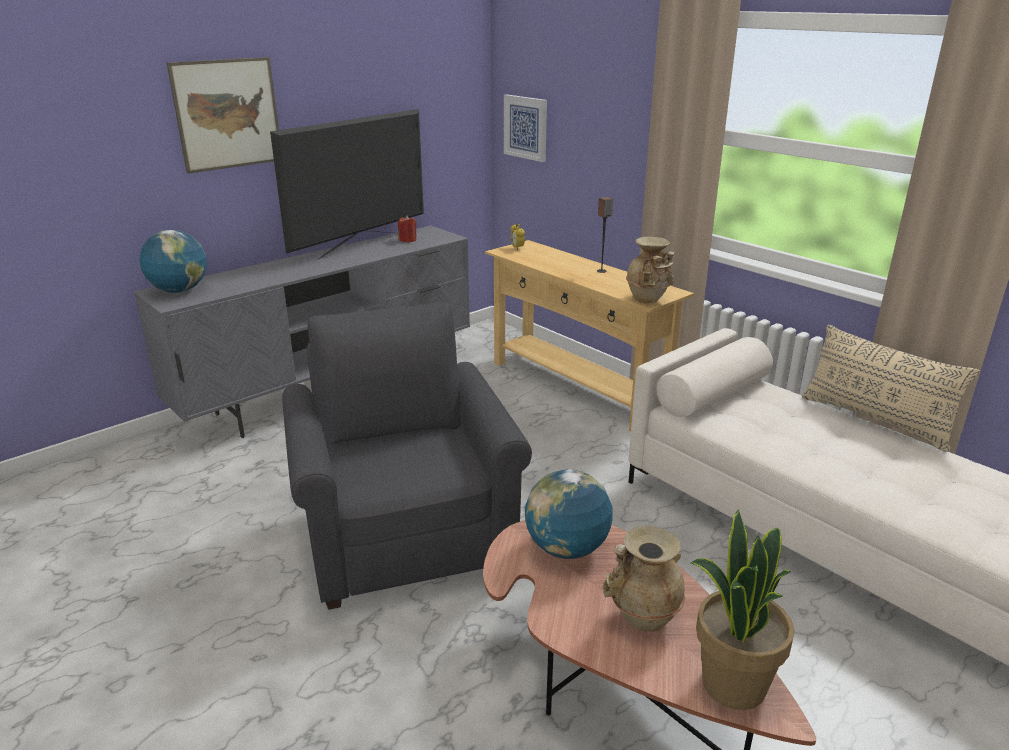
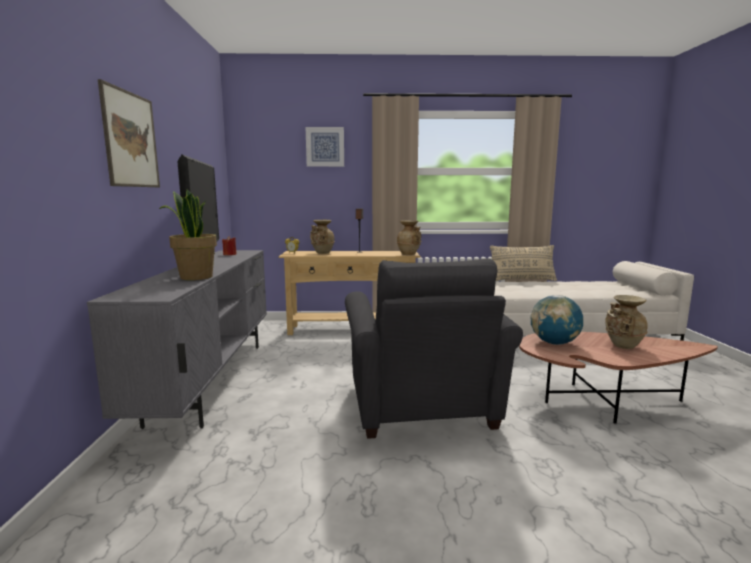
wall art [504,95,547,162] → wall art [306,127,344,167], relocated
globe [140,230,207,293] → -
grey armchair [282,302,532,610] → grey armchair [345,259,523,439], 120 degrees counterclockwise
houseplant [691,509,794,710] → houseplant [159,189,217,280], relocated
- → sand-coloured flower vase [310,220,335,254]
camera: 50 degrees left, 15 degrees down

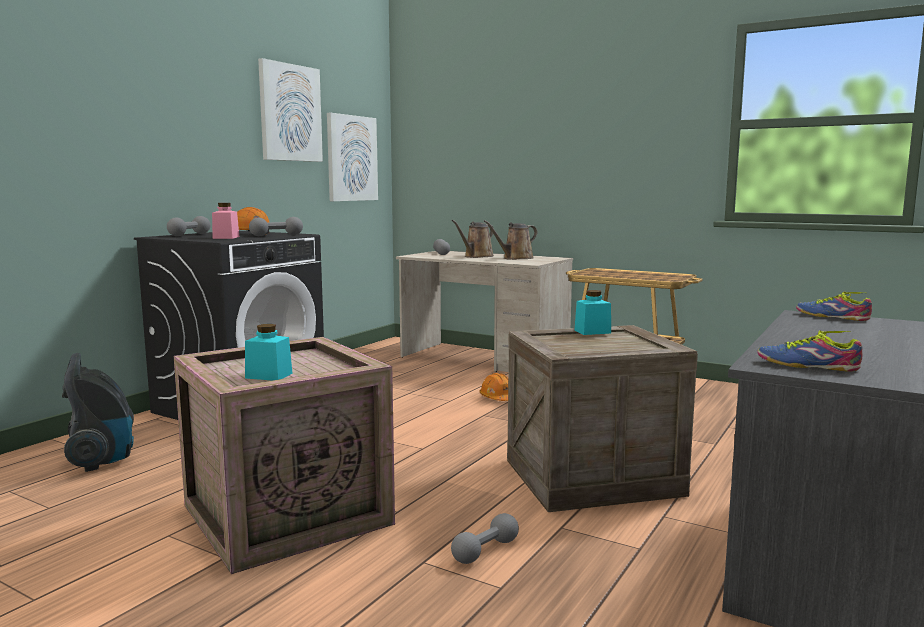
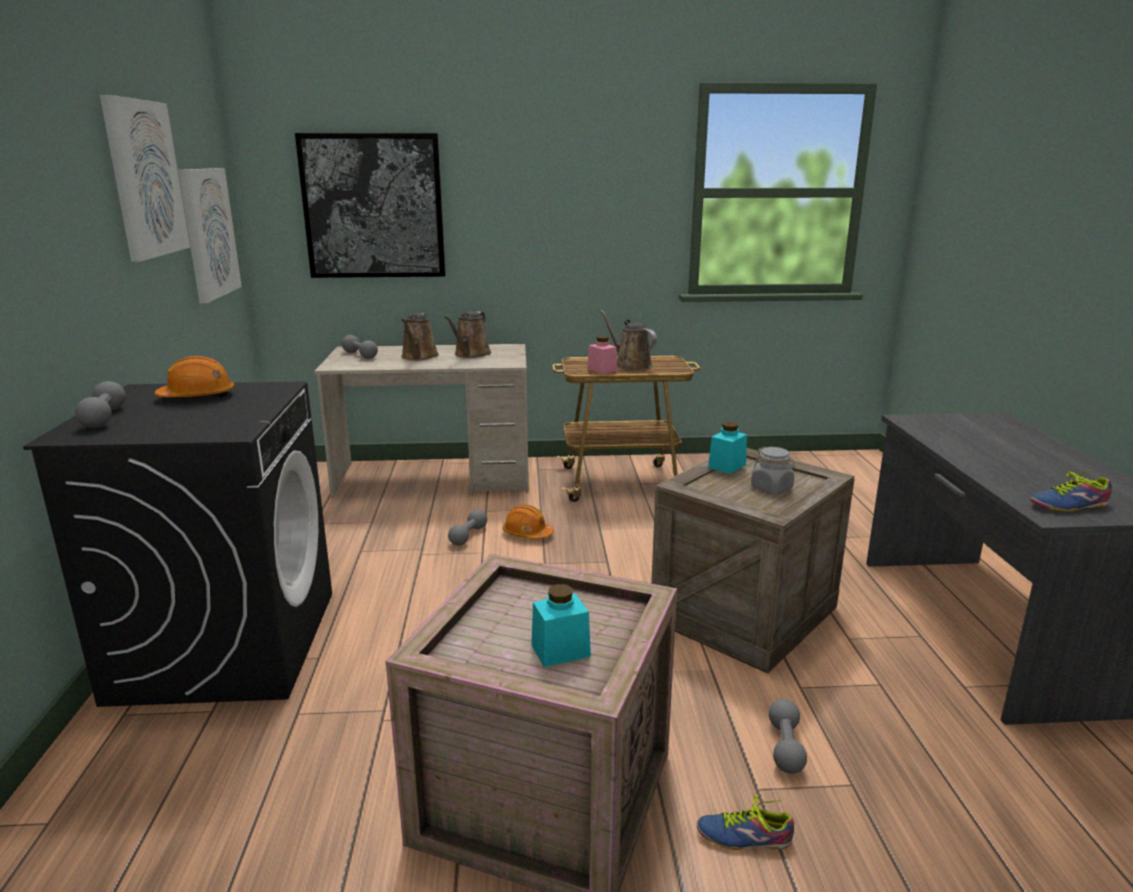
pink-coloured preserve jar [212,203,239,239] → pink-coloured preserve jar [587,336,617,374], relocated
grey hand weight [249,217,303,236] → grey hand weight [448,509,487,546], relocated
low shoe [796,292,872,321] → low shoe [697,794,794,850], relocated
hoover [62,353,134,472] → -
- → wall art [295,133,446,278]
- → brownish watering can [600,310,657,370]
- → grey preserve jar [751,447,795,494]
camera: 35 degrees left, 10 degrees up

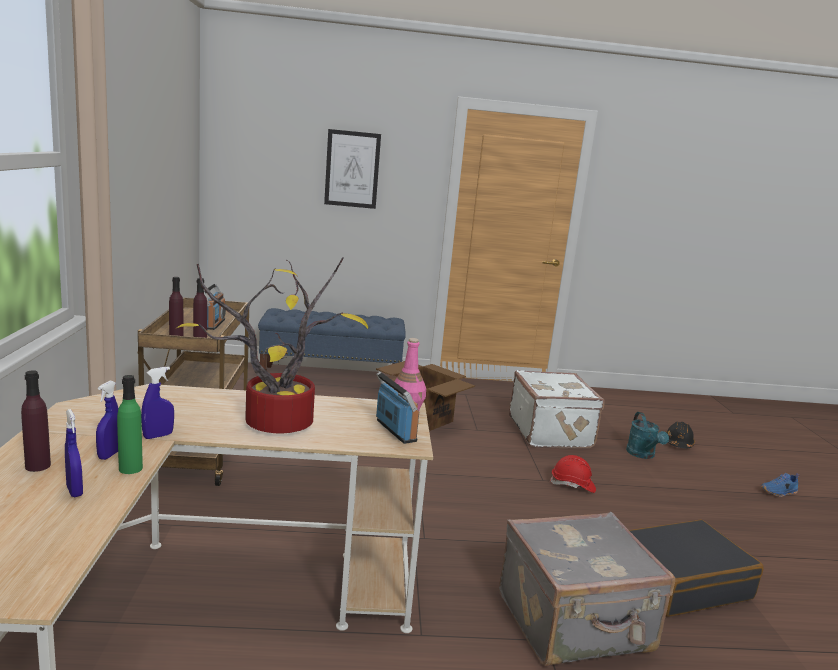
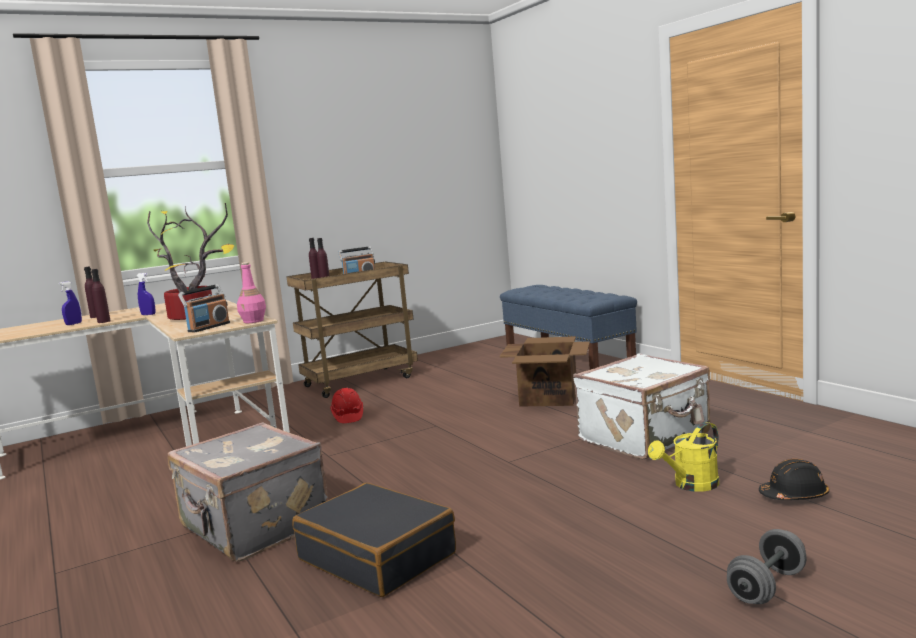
wall art [324,129,381,209] → -
green drink bottle [117,375,143,474] → purple-coloured drink bottle [91,269,110,323]
blue-coloured hand sprayer [96,381,118,460] → -
blue-green watering can [626,412,669,459] → yellow watering can [648,422,719,492]
red hard hat [549,455,596,493] → red hard hat [330,388,363,423], relocated
blue-coloured low shoe [761,473,800,497] → grey hand weight [727,529,807,604]
camera: 65 degrees right, 5 degrees down

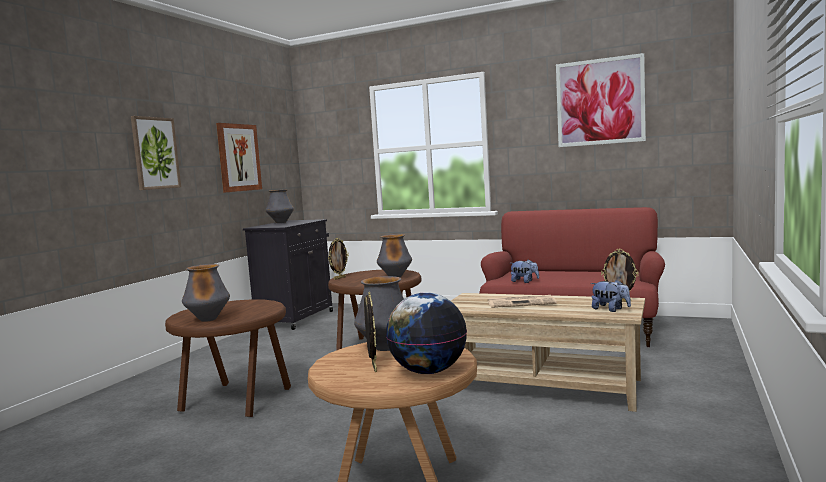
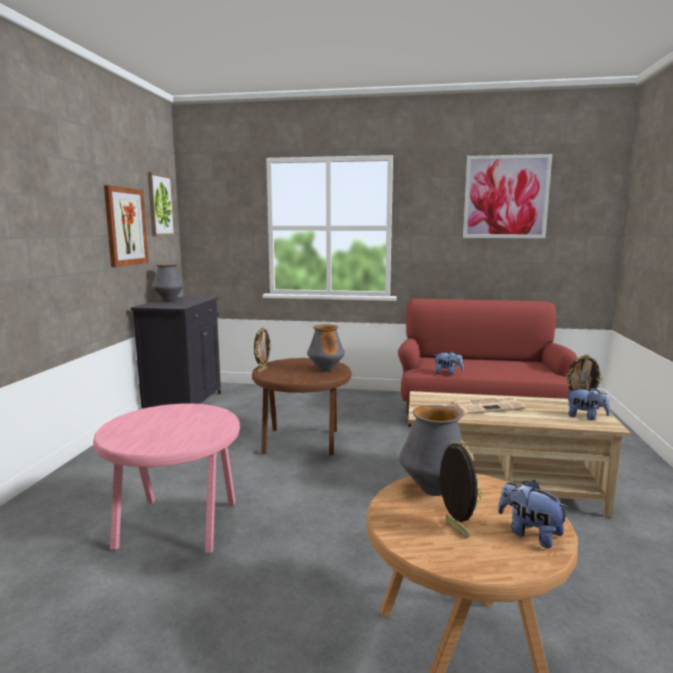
wall art [131,116,181,190] → wall art [148,172,176,236], relocated
flower vase [182,264,230,322] → -
globe [386,292,467,374] → plush toy [498,480,570,548]
brownish end table [165,299,291,417] → pink-coloured end table [93,403,240,553]
camera: 15 degrees left, 5 degrees up

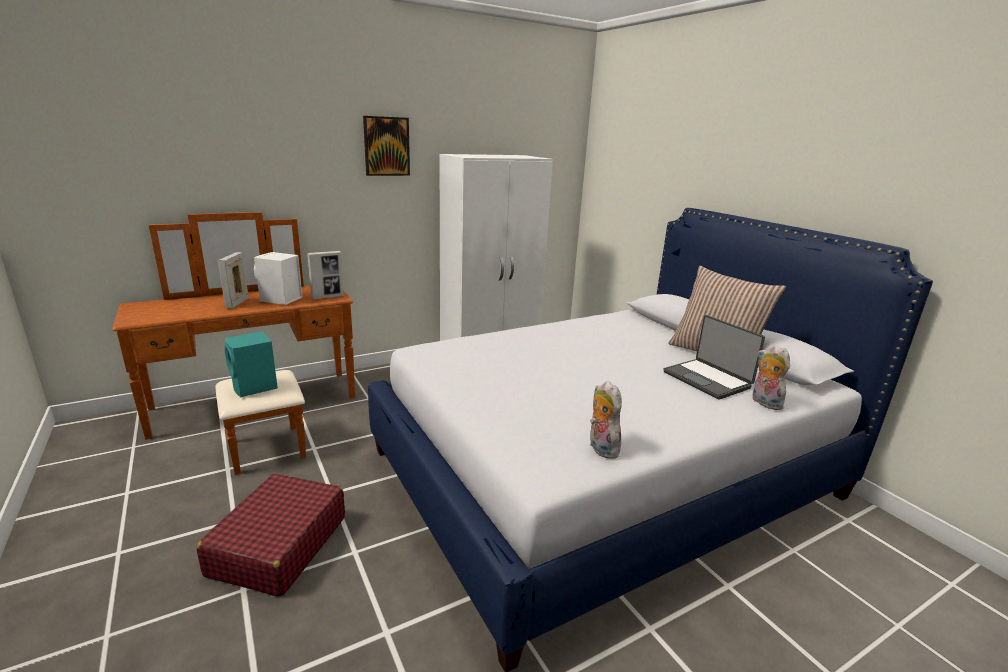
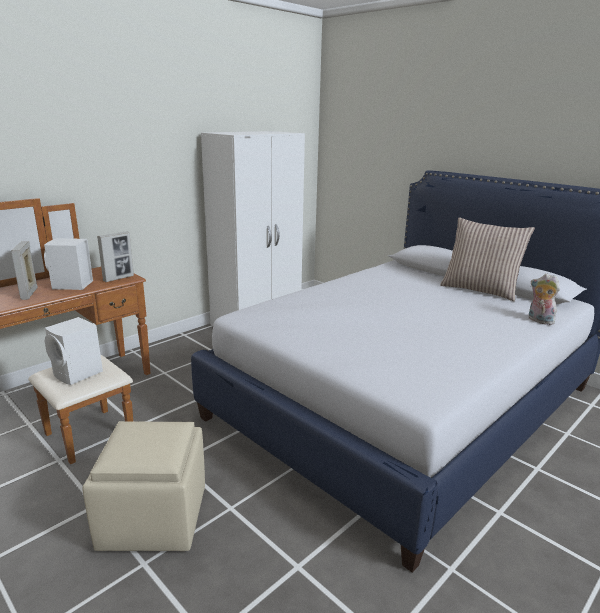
wall art [363,116,410,176] → -
notebook computer [664,315,765,400] → -
blue-green speaker [224,331,278,397] → white speaker [45,317,103,385]
plush toy [590,381,622,459] → -
red travel case [197,473,345,597] → sand-coloured ottoman [82,421,205,551]
camera: 15 degrees left, 0 degrees up

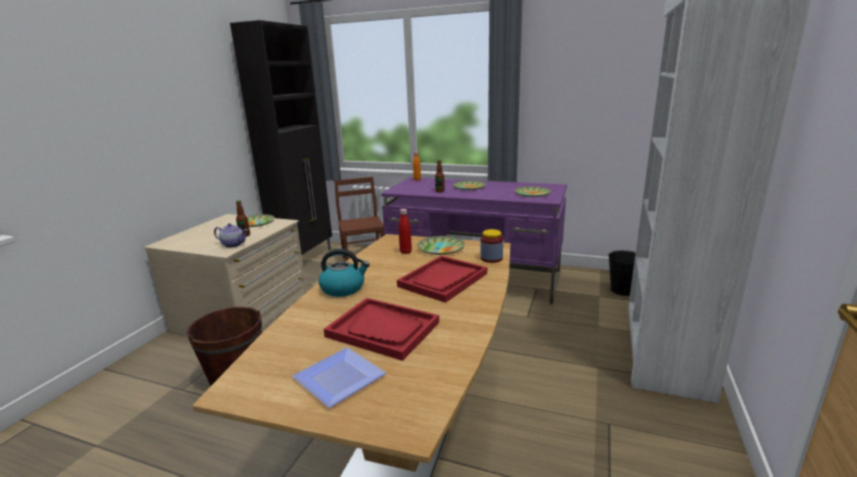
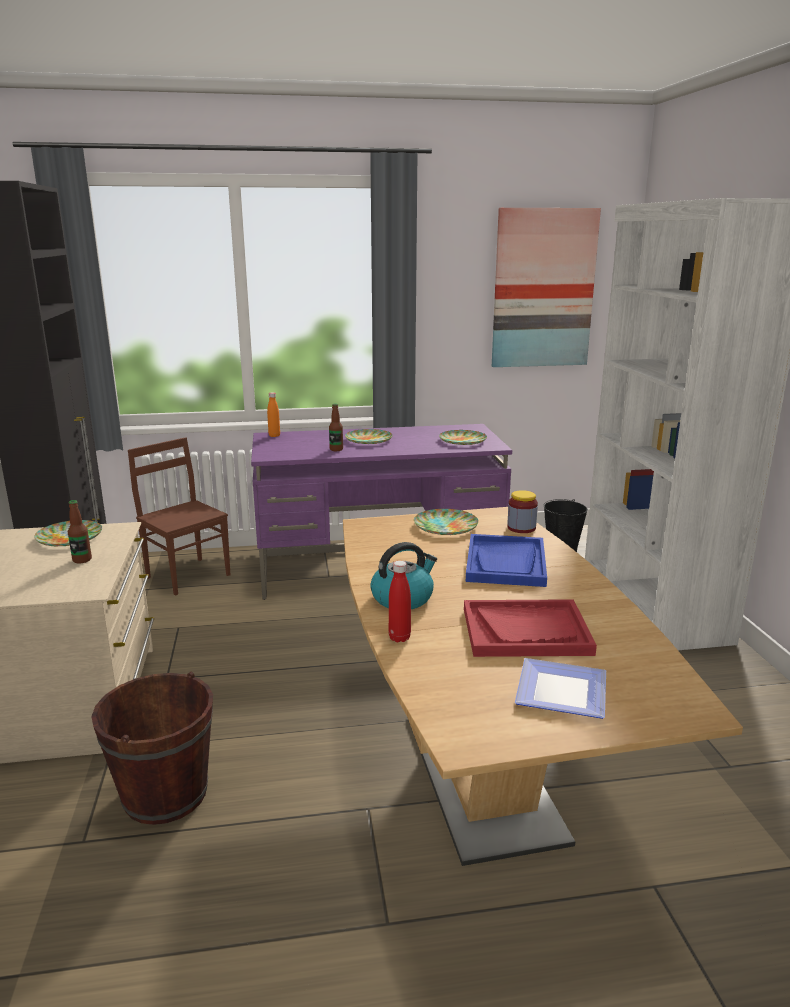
red drink bottle [399,209,412,254] → red drink bottle [389,561,411,642], relocated
pot for tea [214,223,247,248] → -
red tray [397,256,487,303] → blue-coloured tray [466,534,547,587]
- → wall art [492,208,601,367]
camera: 30 degrees left, 0 degrees up

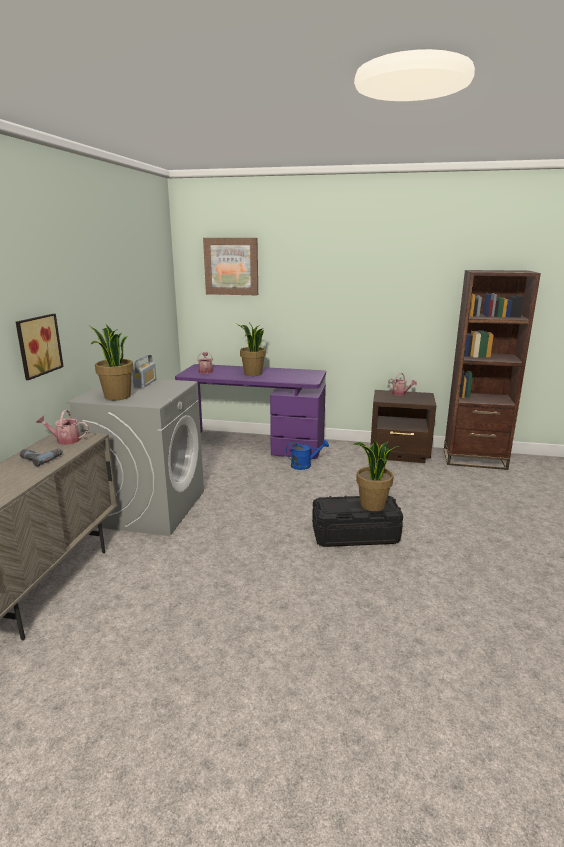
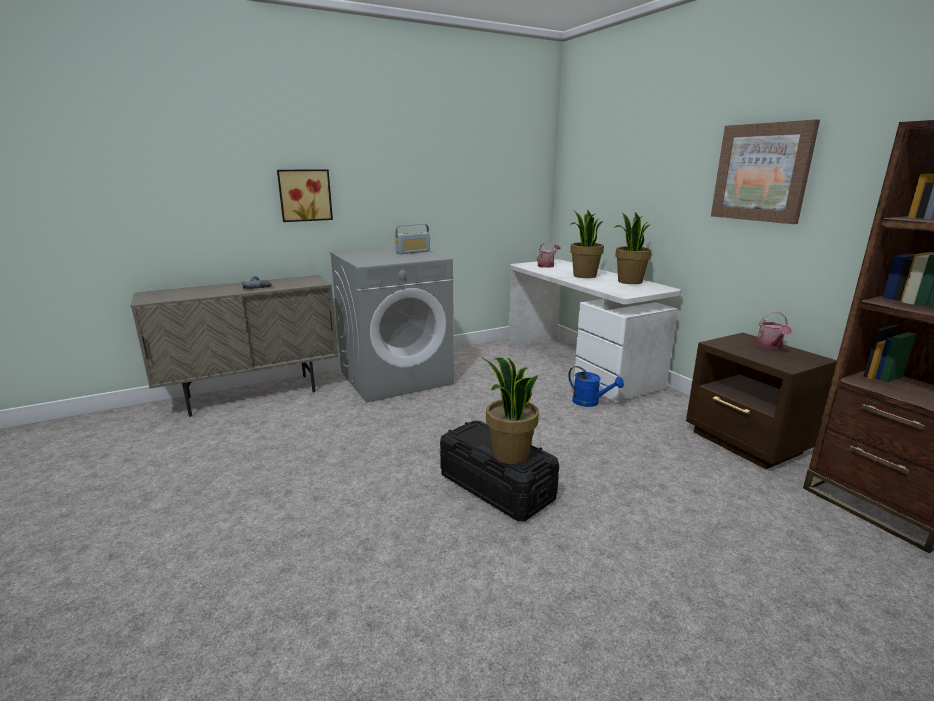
wall art [203,238,258,295] → wall art [711,119,820,224], relocated
houseplant [90,325,134,401] → houseplant [614,212,652,284], relocated
purple-coloured desk unit [175,364,326,459] → white desk unit [508,259,681,402]
watering can [36,410,89,445] → -
camera: 50 degrees right, 0 degrees up

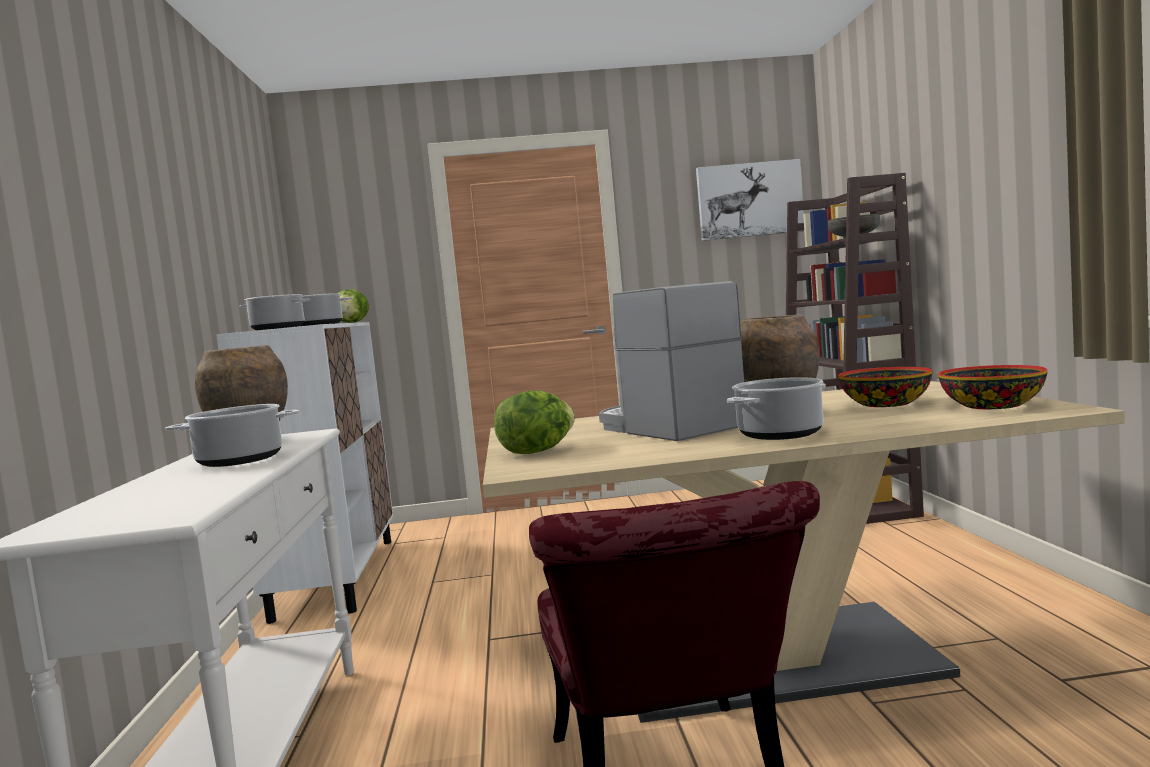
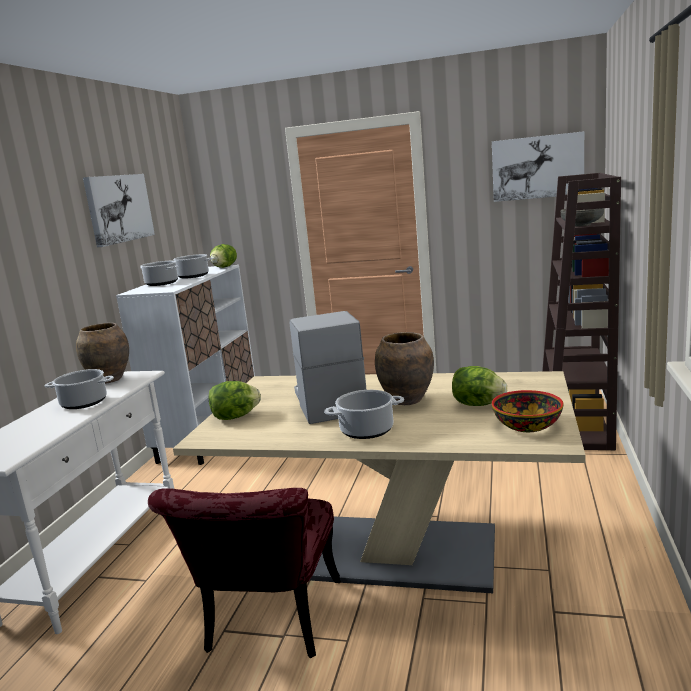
deep dish [838,367,933,407] → lettuce [452,366,507,406]
- → wall art [83,174,155,247]
camera: 20 degrees right, 10 degrees up

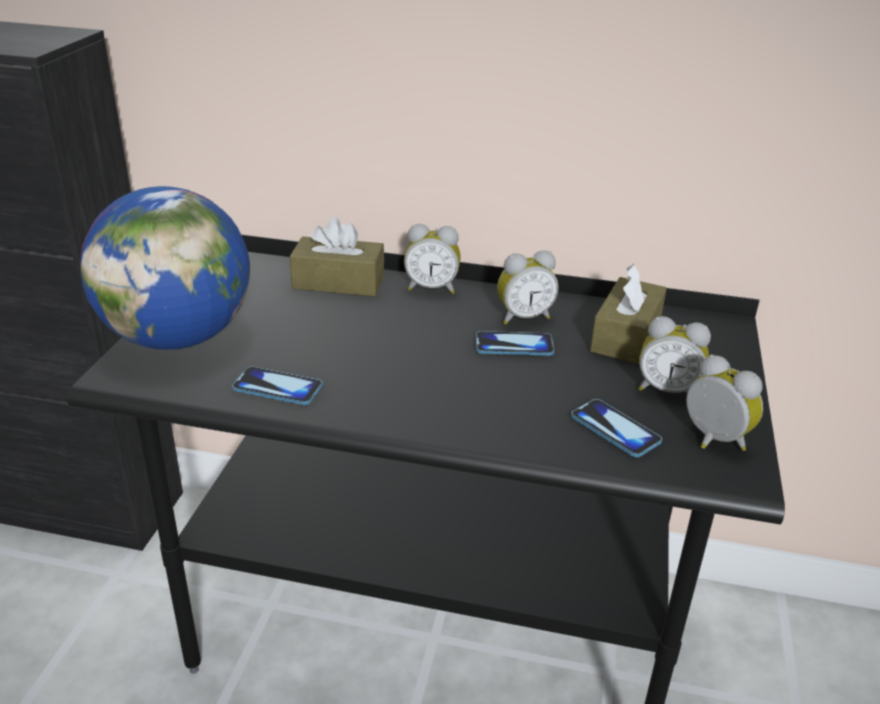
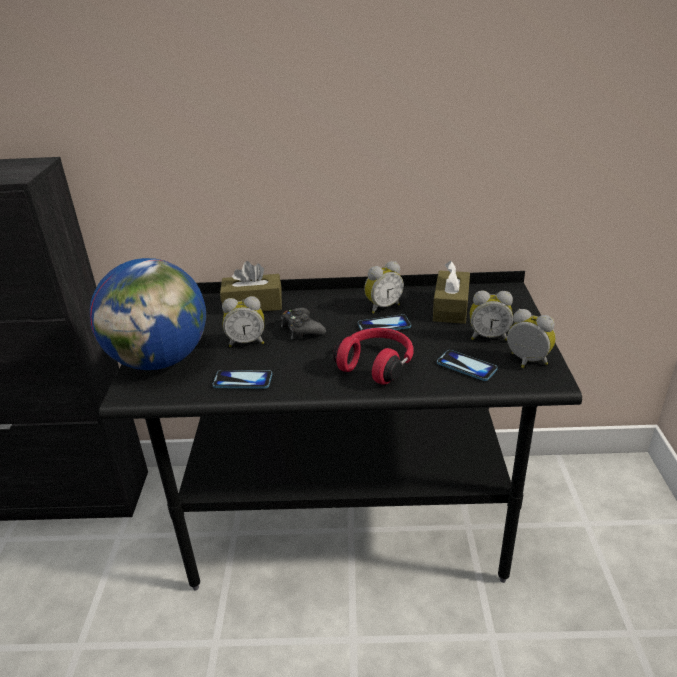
bedside clock [404,224,461,294] → bedside clock [222,296,264,347], relocated
- → black-coloured gamepad [281,308,326,340]
- → red headphones [333,328,414,385]
camera: 10 degrees left, 0 degrees up

